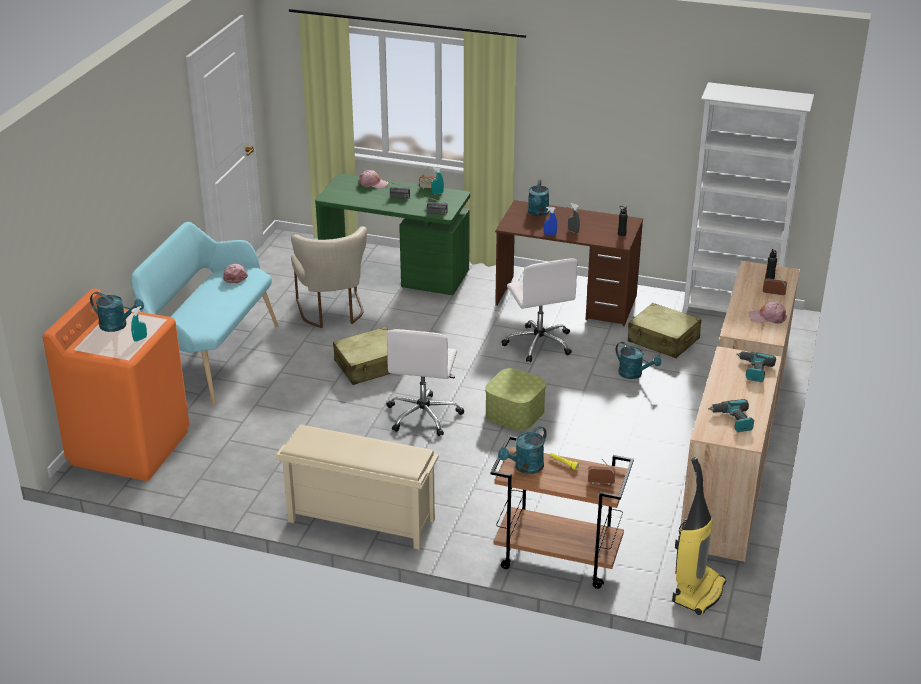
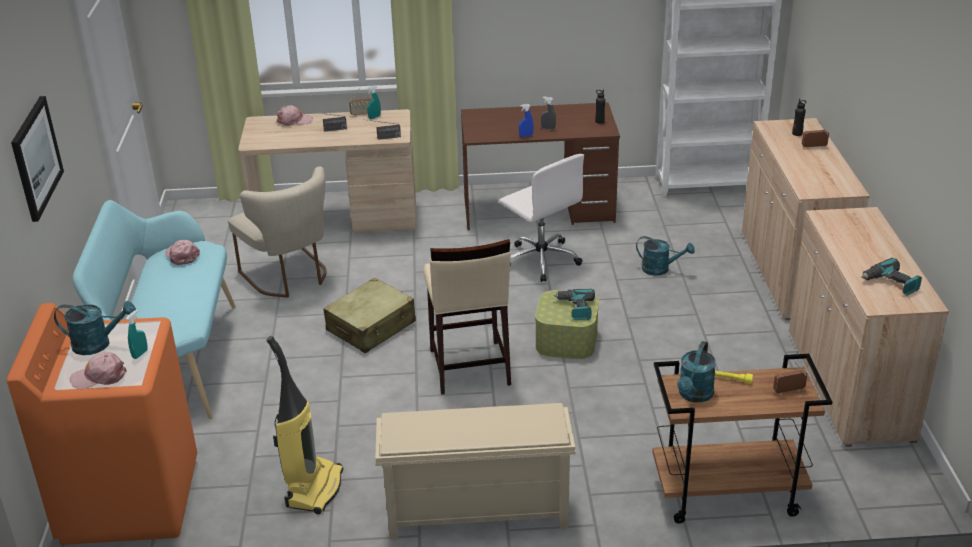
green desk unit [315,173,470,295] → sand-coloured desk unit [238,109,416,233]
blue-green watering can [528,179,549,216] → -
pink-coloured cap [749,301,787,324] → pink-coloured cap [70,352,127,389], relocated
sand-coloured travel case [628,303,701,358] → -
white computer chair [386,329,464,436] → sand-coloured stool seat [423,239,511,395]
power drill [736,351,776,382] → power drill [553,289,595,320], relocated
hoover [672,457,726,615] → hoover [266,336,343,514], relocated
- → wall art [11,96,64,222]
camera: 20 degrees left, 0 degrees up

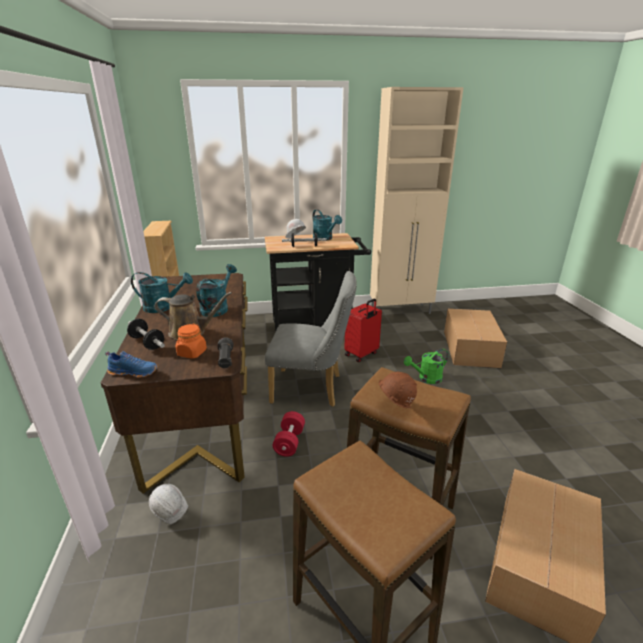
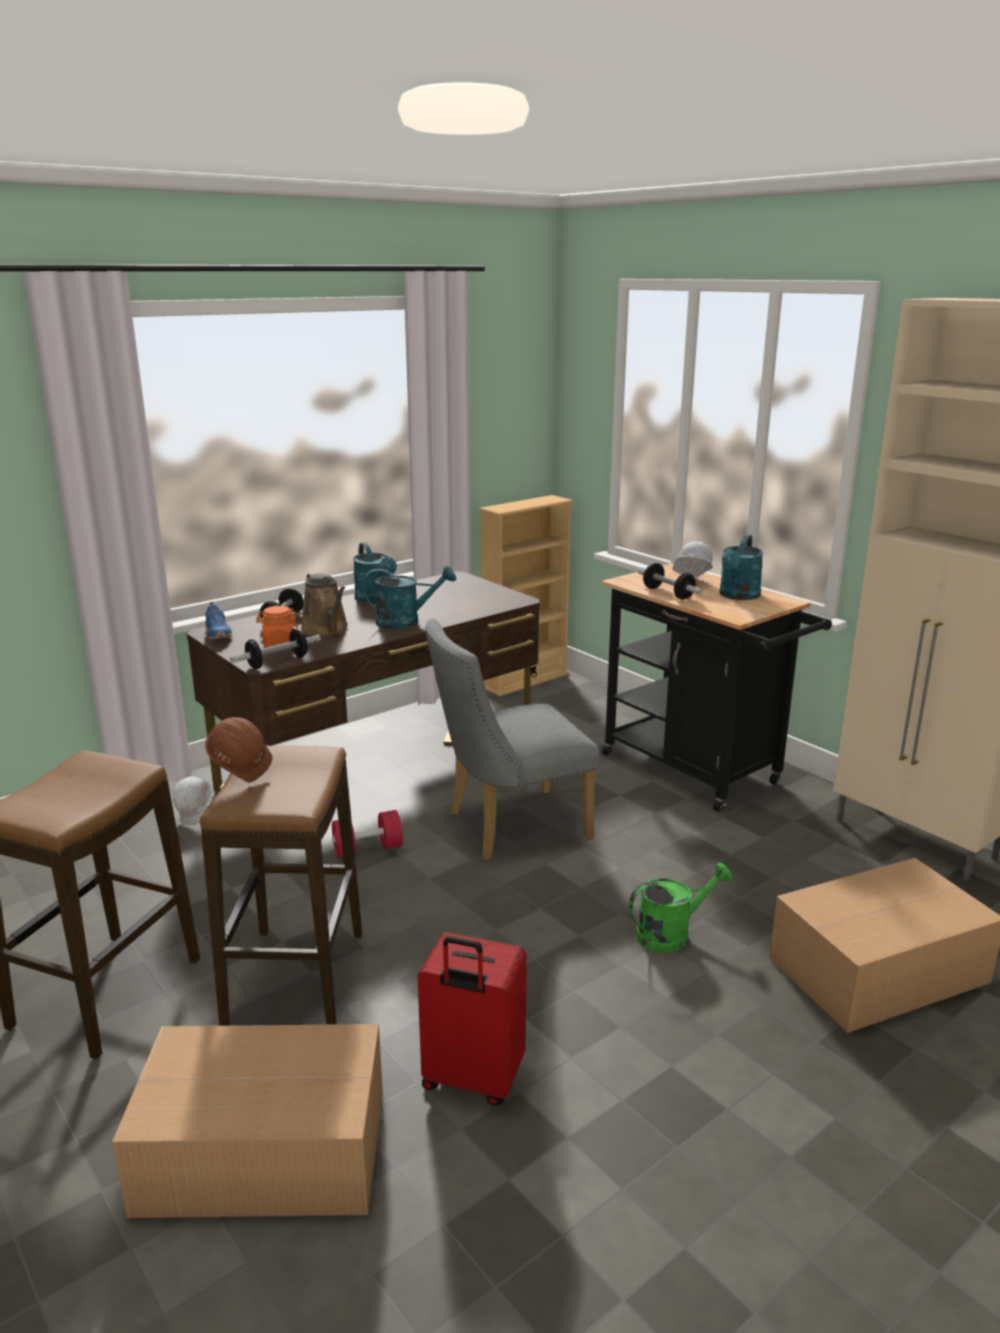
grey upright chair [265,271,357,407] → grey upright chair [425,618,600,860], 90 degrees clockwise
red travel case [344,299,382,362] → red travel case [418,932,527,1106], relocated
black-coloured flashlight [217,337,234,368] → hand weight [230,629,321,669]
green watering can [404,349,449,384] → green watering can [629,862,733,953], 120 degrees clockwise
camera: 60 degrees right, 5 degrees down

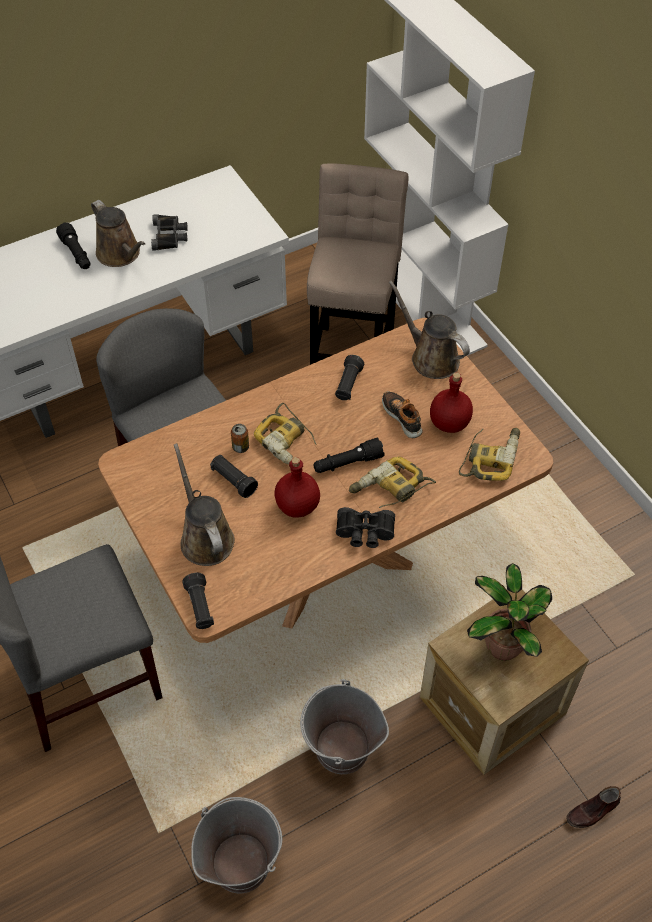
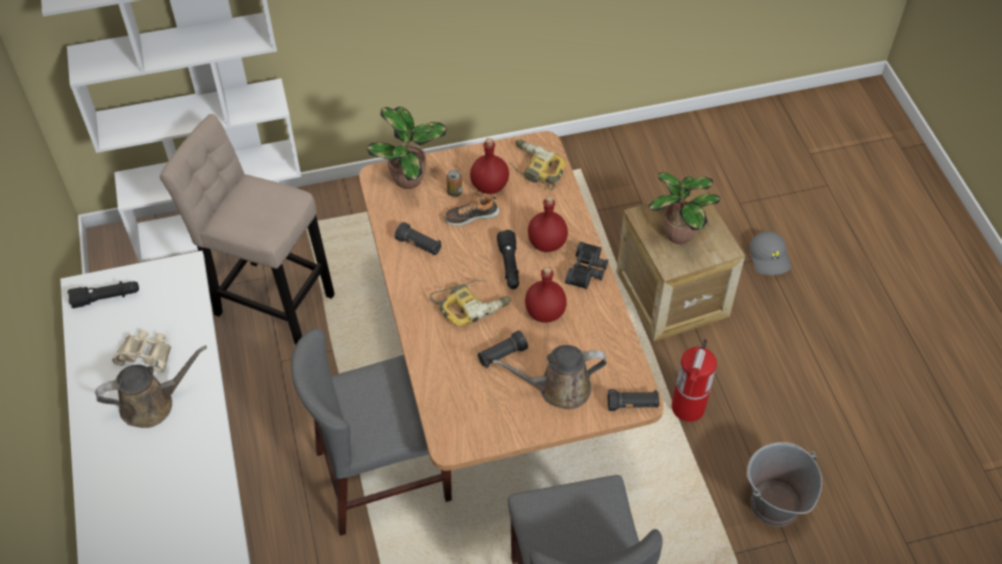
black-coloured pair of binoculars [151,215,188,251] → sand-coloured pair of binoculars [112,330,172,372]
black-coloured flashlight [56,222,90,269] → black-coloured flashlight [68,281,139,308], relocated
brownish watering can [389,281,470,379] → houseplant [367,107,446,189]
sealed can [231,424,249,453] → sealed can [446,170,462,197], relocated
power drill [349,457,436,508] → red drink bottle [528,196,568,252]
grey bucket [300,679,389,774] → fire extinguisher [672,339,717,422]
brownish low shoe [566,786,621,828] → grey cap [749,231,791,275]
camera: 75 degrees left, 0 degrees up

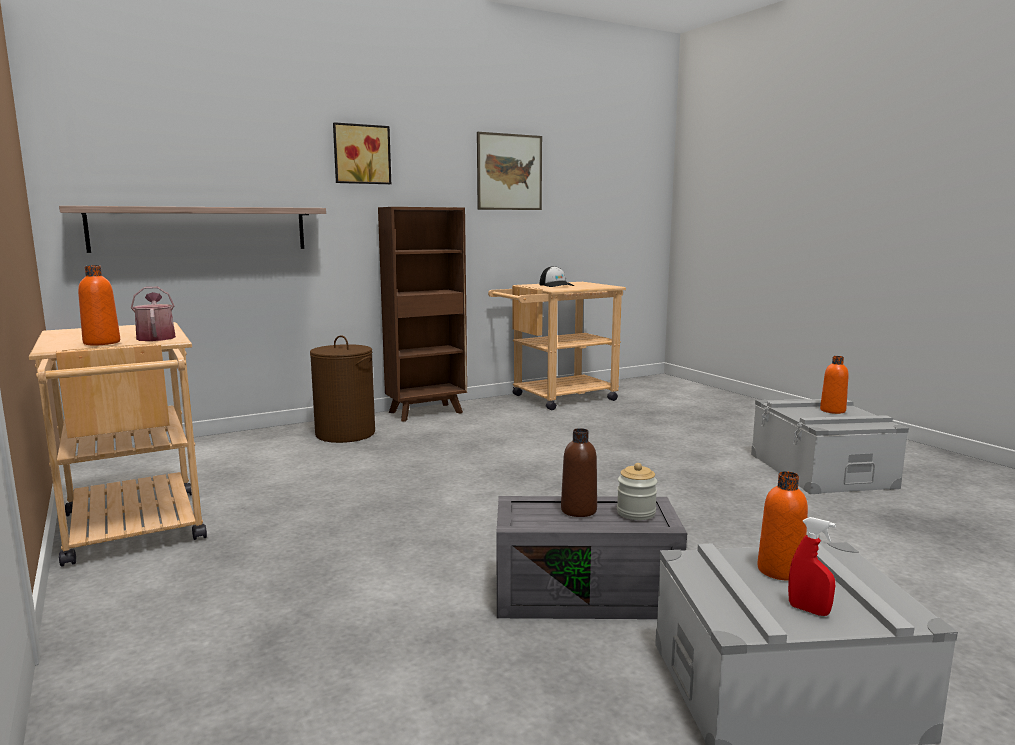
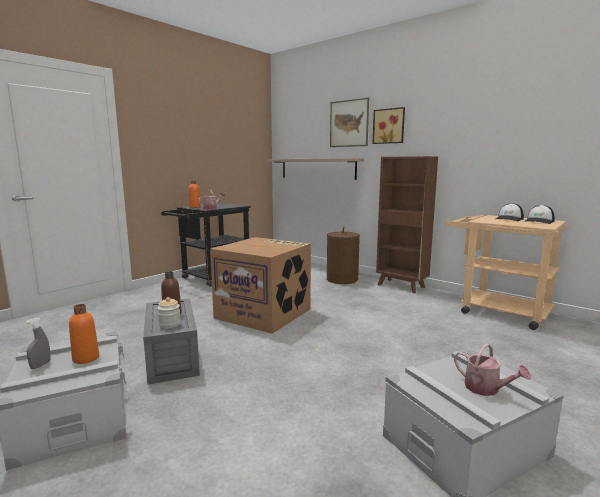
wall art [477,132,542,210] → wall art [330,98,369,147], relocated
sand-coloured wheeled cart [29,322,207,567] → black-coloured wheeled cart [161,203,251,287]
orange-coloured drink bottle [820,356,848,414] → watering can [454,343,531,396]
red hand sprayer [788,517,836,616] → grey hand sprayer [25,317,51,369]
- → cap [524,205,555,224]
- → cardboard box [210,237,311,334]
camera: 70 degrees right, 0 degrees up

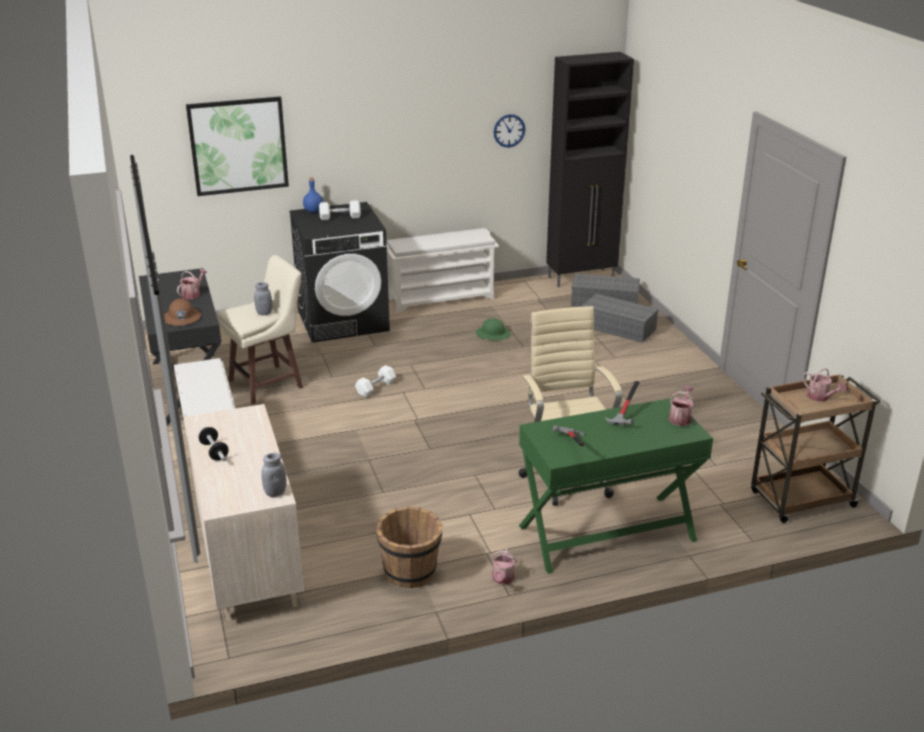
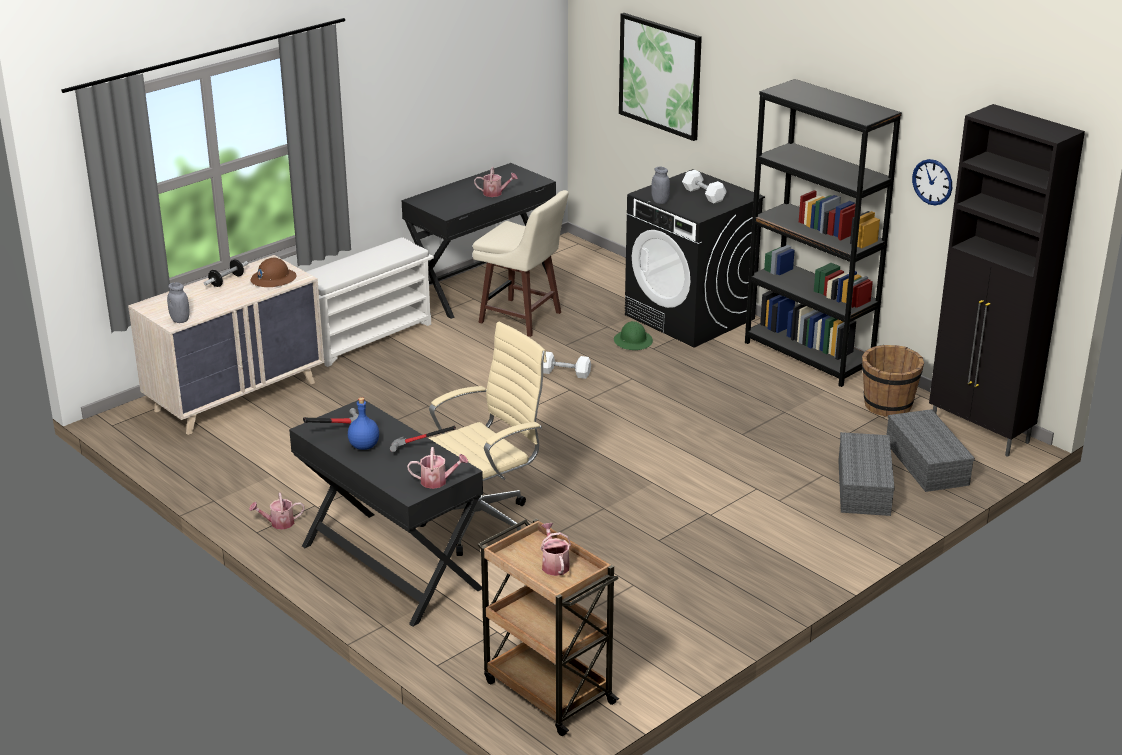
blue-coloured drink bottle [303,177,323,213] → blue-coloured drink bottle [348,397,379,450], relocated
white shoe stand [386,228,499,313] → black-coloured bookcase [745,79,902,387]
grey preserve jar [254,282,273,315] → grey preserve jar [651,167,670,204], relocated
brownish hard hat [164,298,201,326] → brownish hard hat [250,258,296,287], relocated
green hard hat [476,318,511,340] → green hard hat [614,321,653,350], relocated
watering can [803,368,846,401] → watering can [540,523,571,576], 135 degrees clockwise
green desk unit [519,398,713,574] → black-coloured desk unit [289,400,483,627]
brownish bucket [376,507,443,589] → brownish bucket [862,345,924,417], relocated
camera: 65 degrees right, 0 degrees up

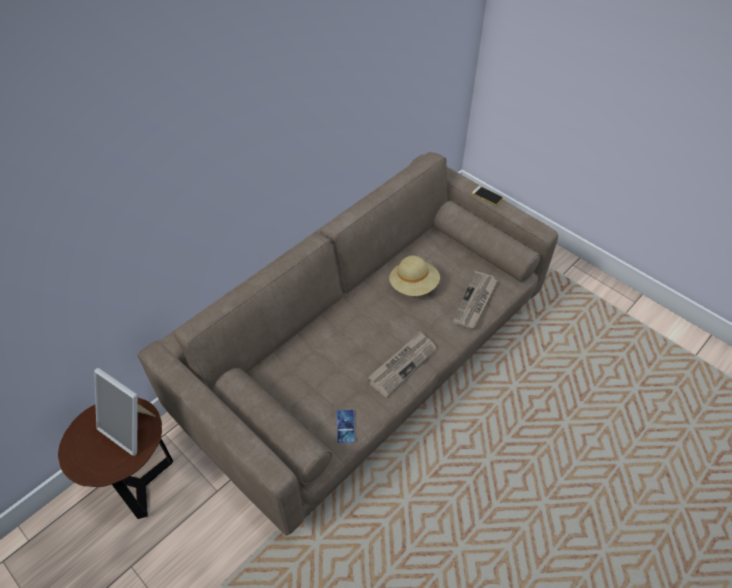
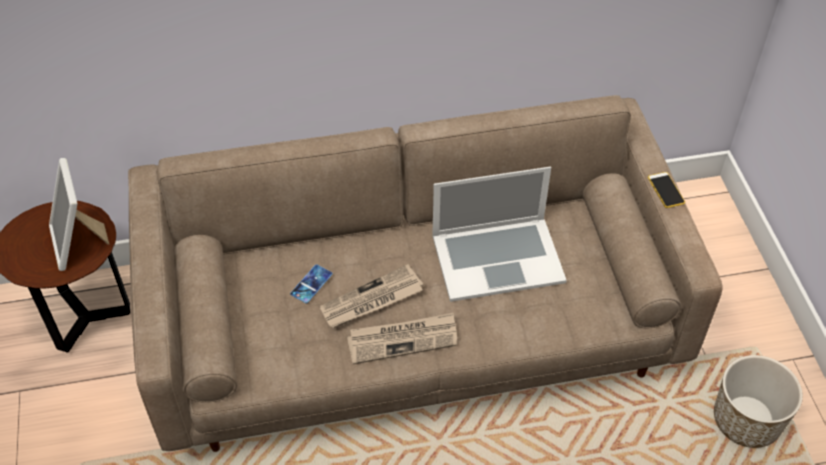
sand-coloured hat [389,255,440,296] → notebook computer [432,167,567,302]
newspaper [452,271,498,329] → newspaper [319,264,423,328], relocated
telephone [337,410,355,443] → telephone [290,264,332,303], relocated
- → flower pot [714,355,803,448]
camera: 35 degrees right, 0 degrees up

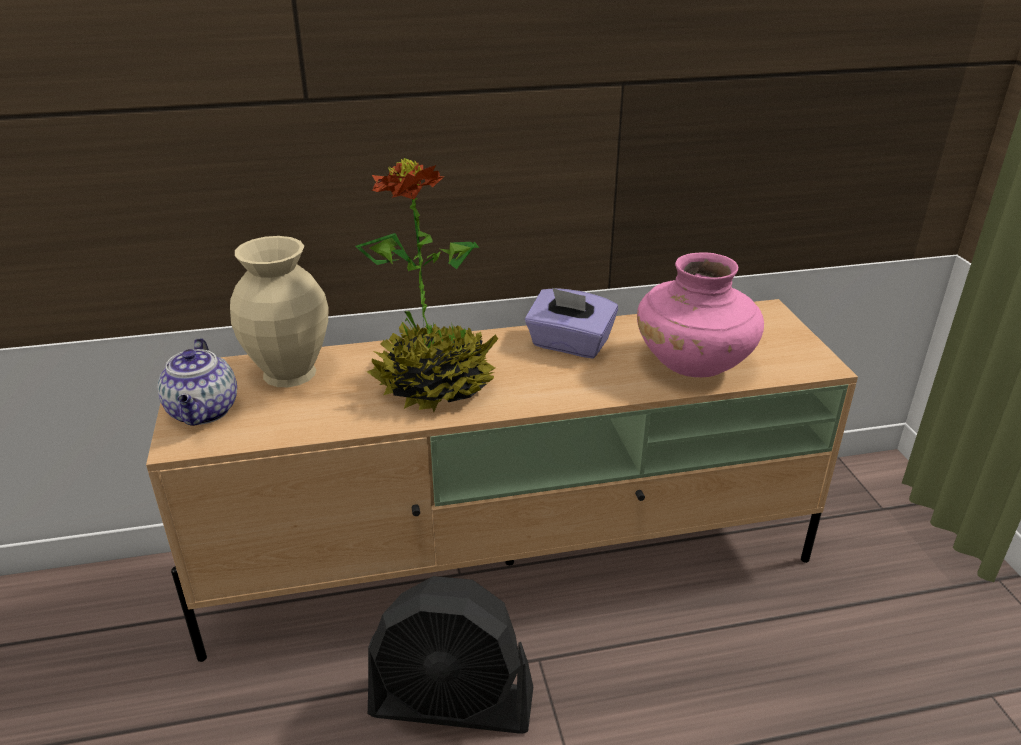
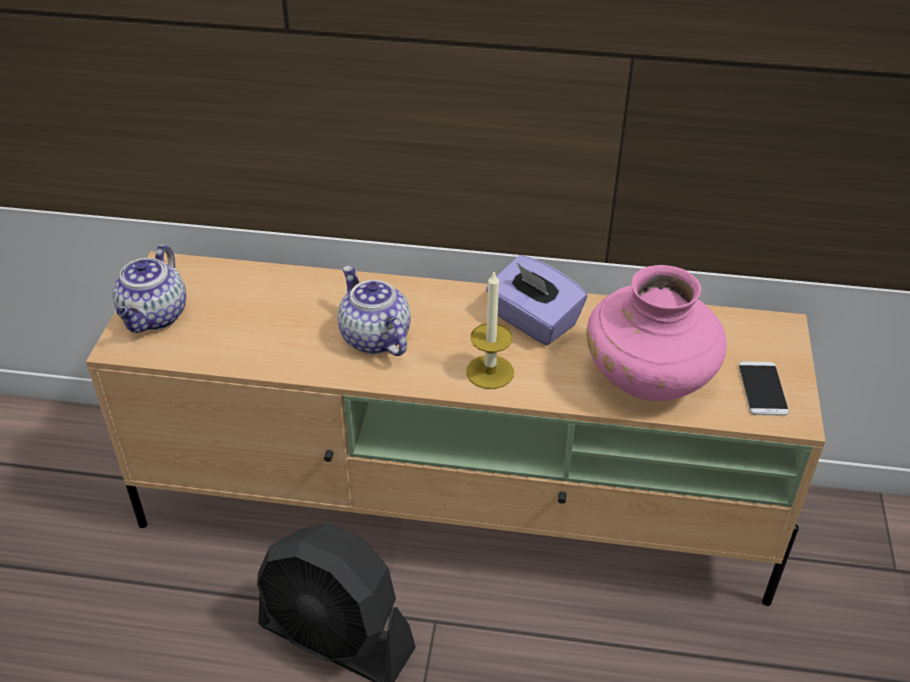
houseplant [356,158,498,412] → pot for tea [338,266,411,356]
sand-coloured flower vase [230,236,329,387] → -
- → wax candle [466,272,514,389]
- → telephone [738,361,789,416]
camera: 20 degrees right, 10 degrees up

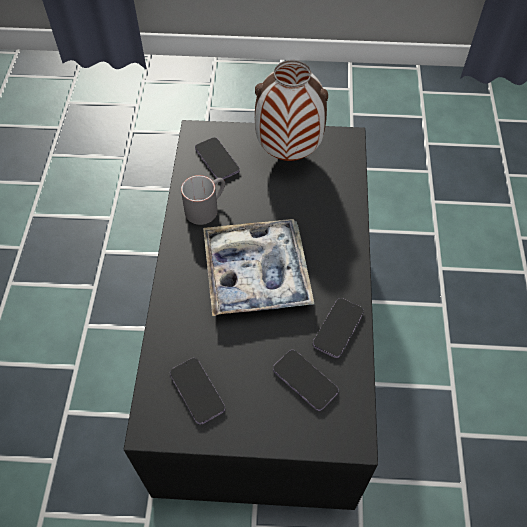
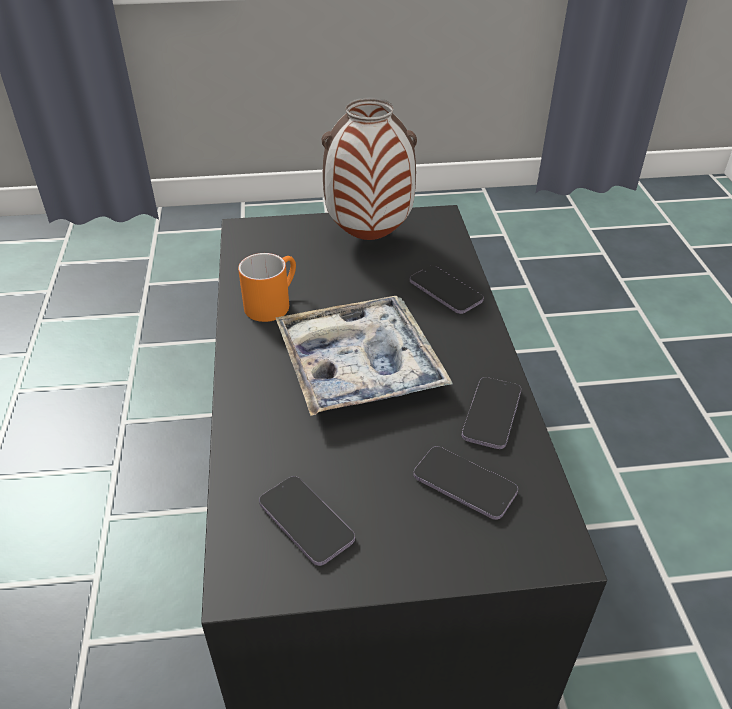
telephone [195,137,240,179] → telephone [410,266,484,314], relocated
grey coffee mug [181,175,225,225] → orange-coloured coffee mug [238,253,296,322]
camera: 10 degrees left, 15 degrees down

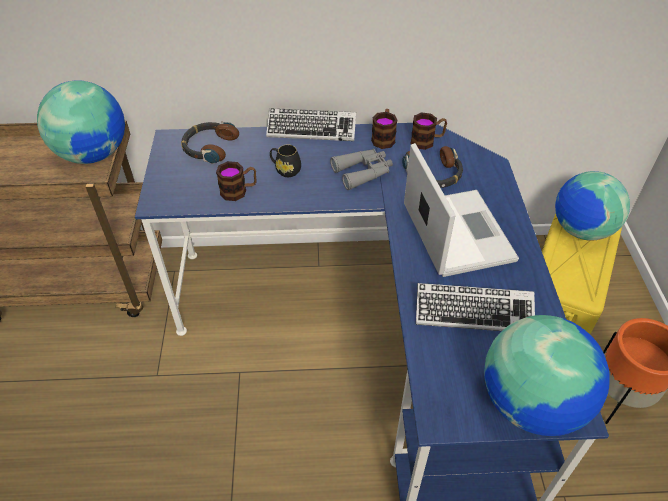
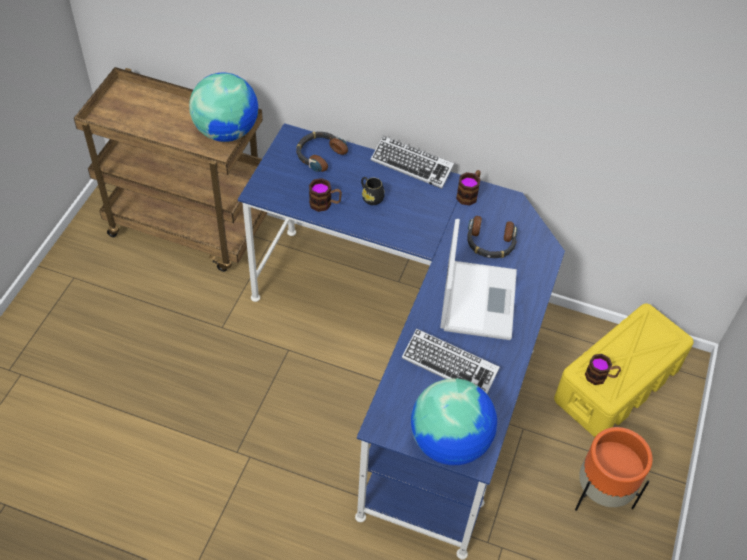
coffee mug [410,112,447,150] → coffee mug [585,354,621,385], relocated
grey pair of binoculars [330,149,393,190] → -
globe [555,171,630,241] → -
camera: 20 degrees right, 5 degrees up

